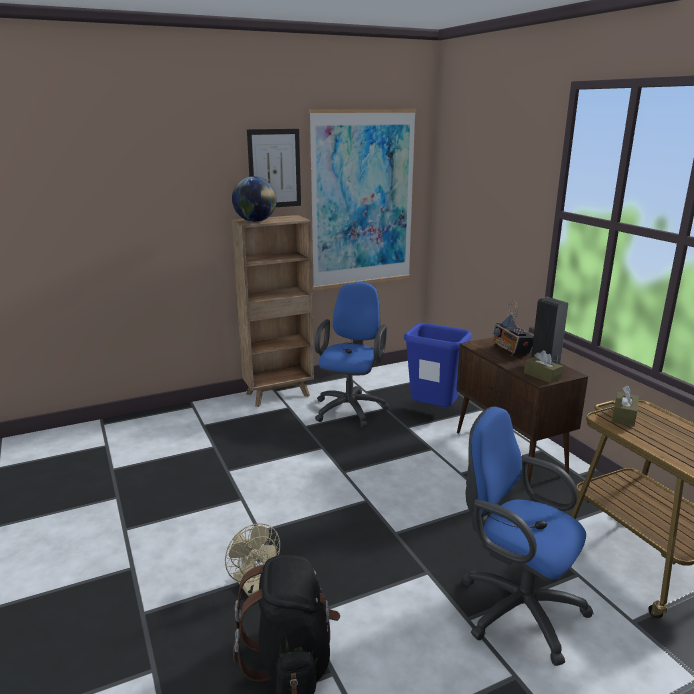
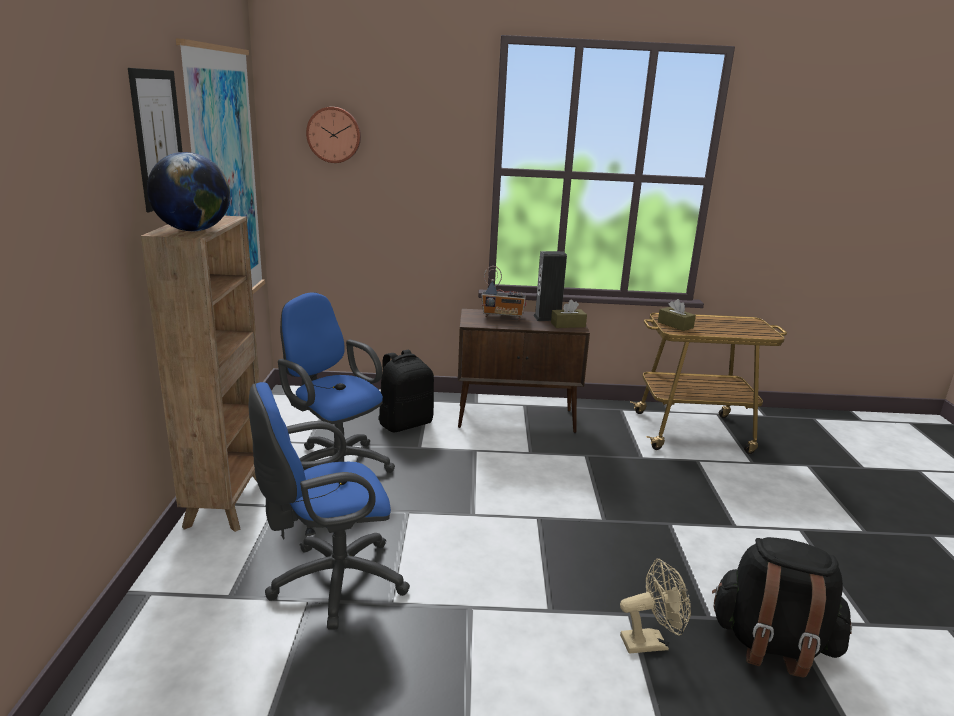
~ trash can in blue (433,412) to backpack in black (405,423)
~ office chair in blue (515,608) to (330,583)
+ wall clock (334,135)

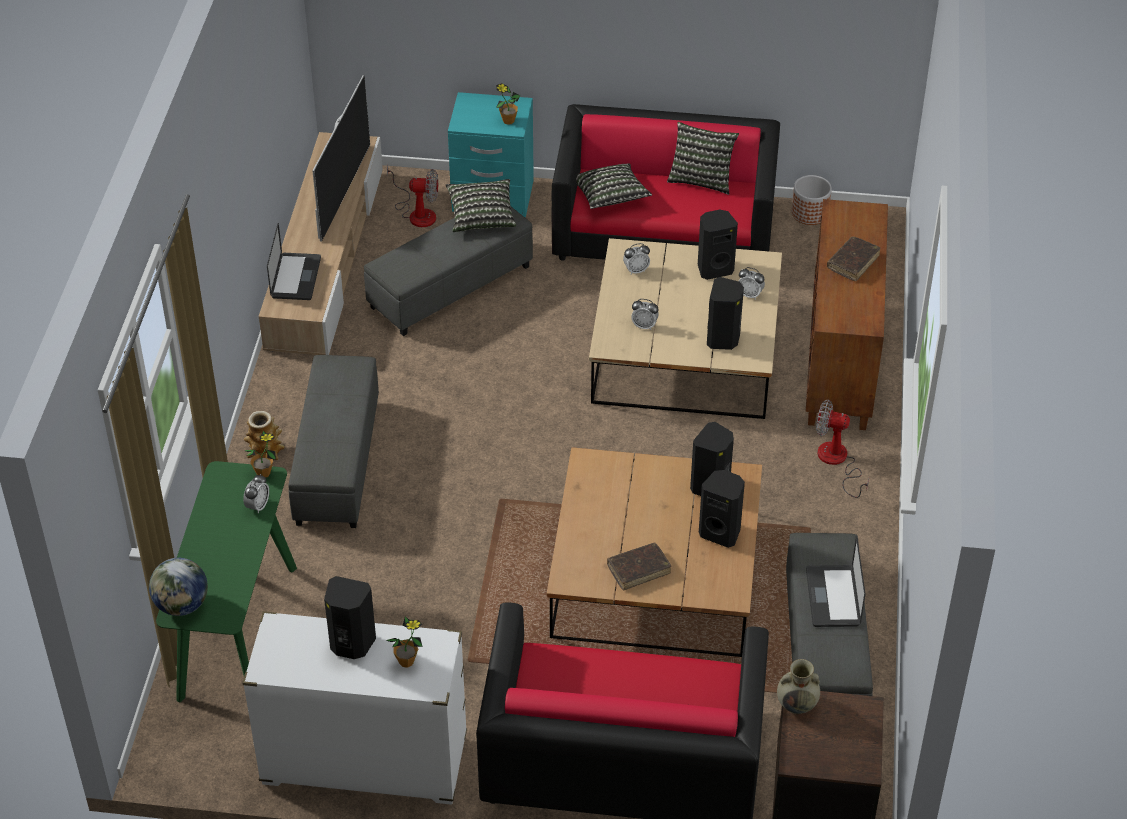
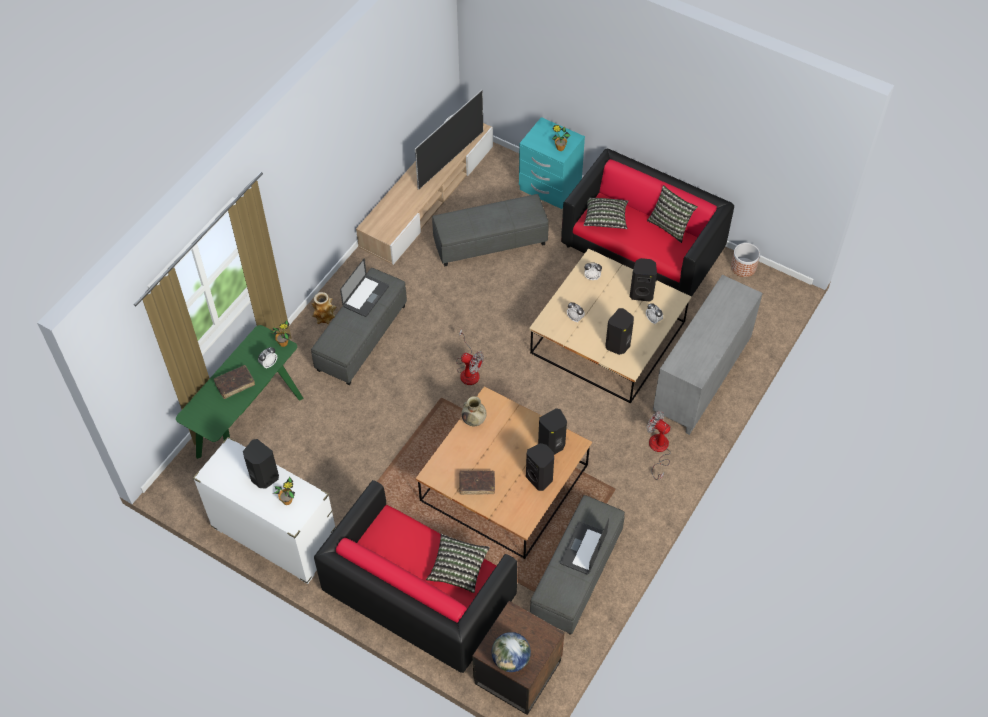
~ globe (182,605) to (511,659)
~ laptop (296,277) to (366,296)
~ fan (417,213) to (468,371)
~ pillow (481,216) to (458,568)
~ vase in beige (797,704) to (474,420)
~ cabinet in brown (841,363) to cabinet in grey (701,382)
~ book in brown (853,263) to (235,384)

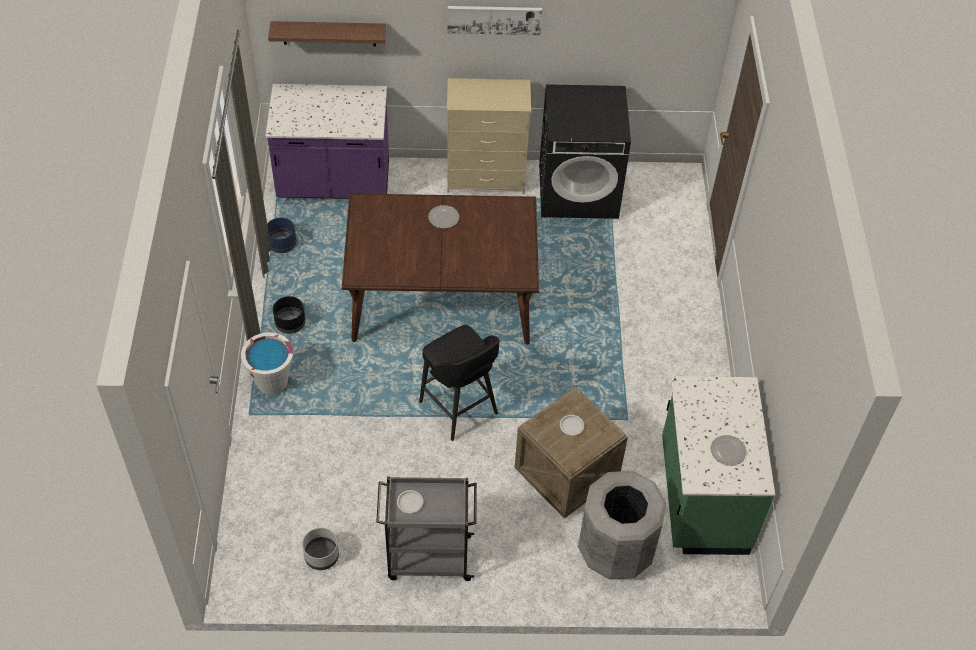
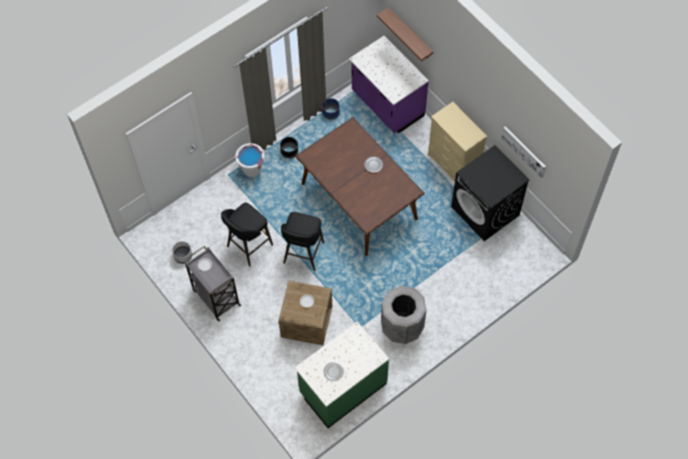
~ picture (494,19) to (524,151)
~ trash can in grey (616,550) to (402,326)
+ stool in black (248,246)

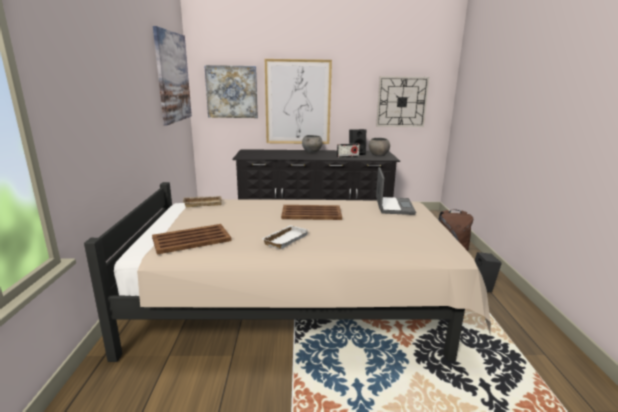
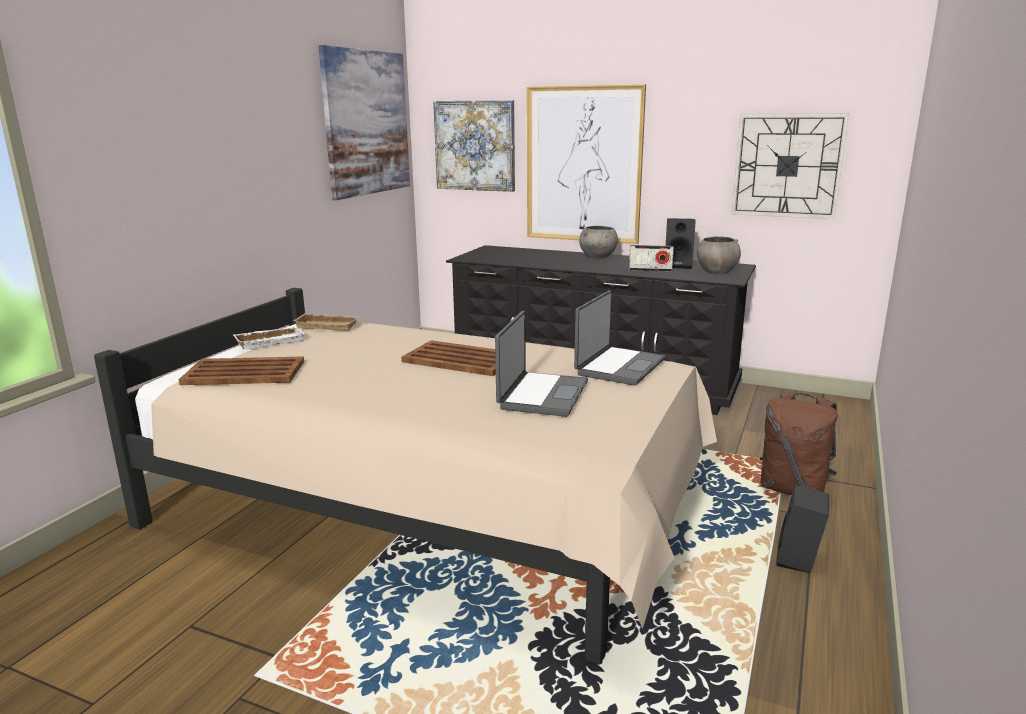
~ tray in white (285,239) to (270,341)
+ laptop (541,395)

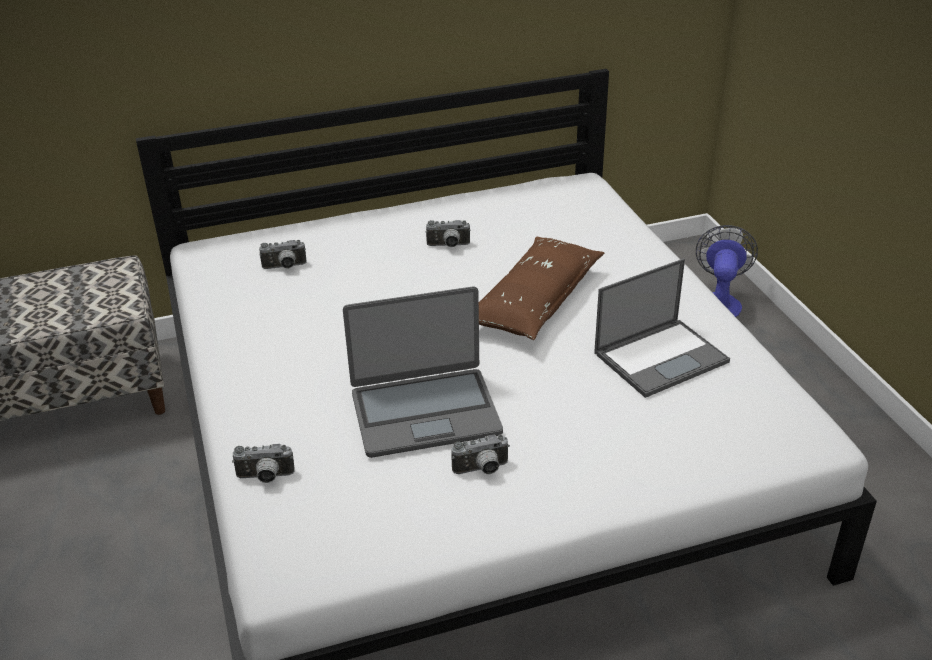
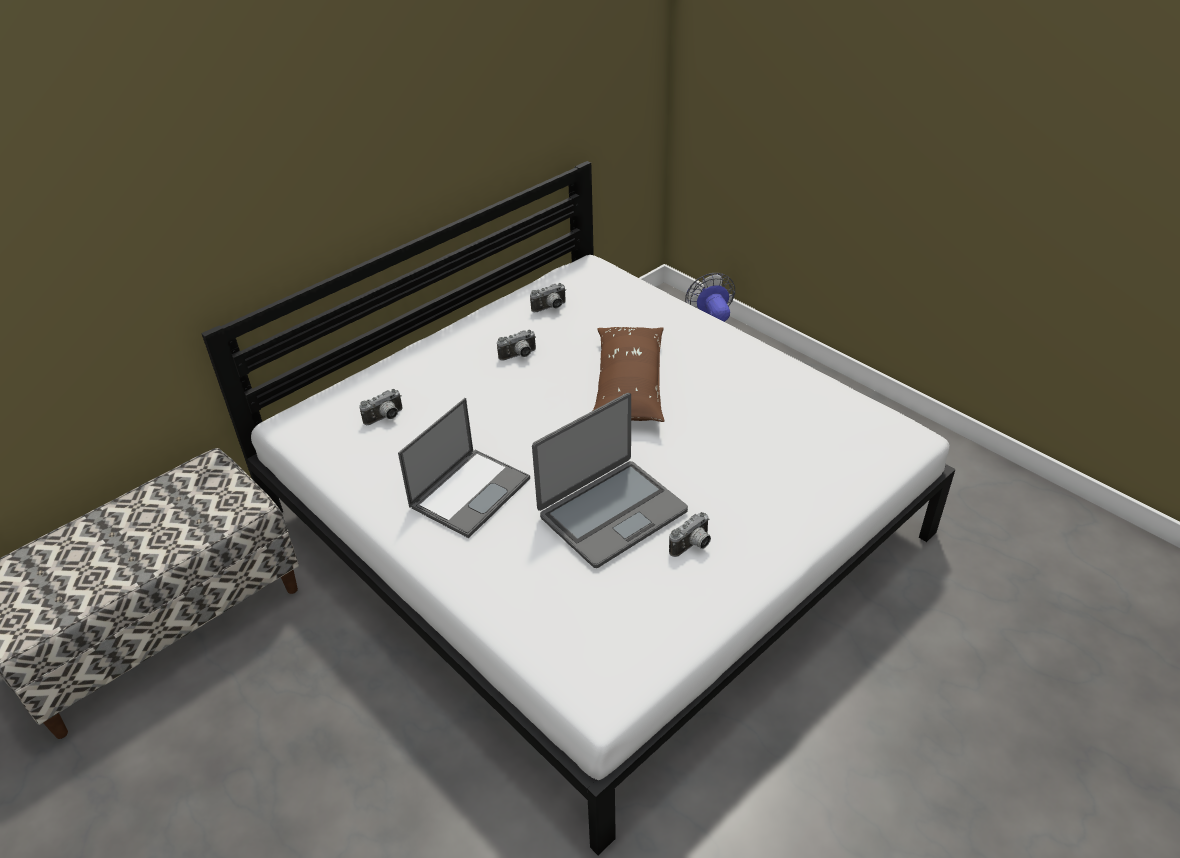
~ photo camera (265,478) to (550,308)
~ laptop (661,357) to (470,491)

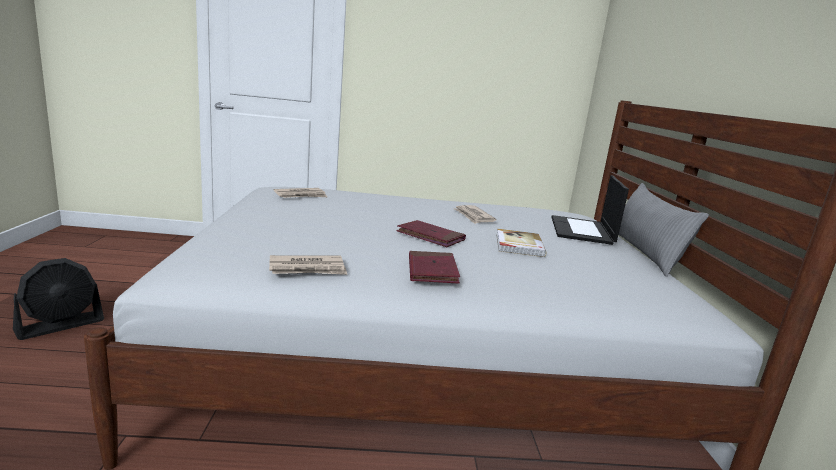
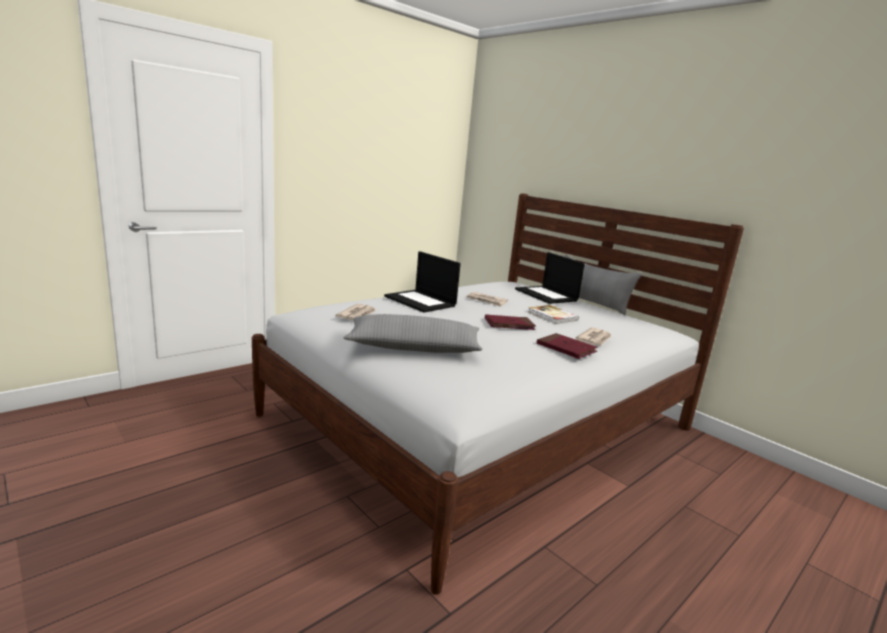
- fan in black (60,325)
~ newspaper (308,269) to (595,339)
+ pillow in grey (414,347)
+ laptop (421,301)

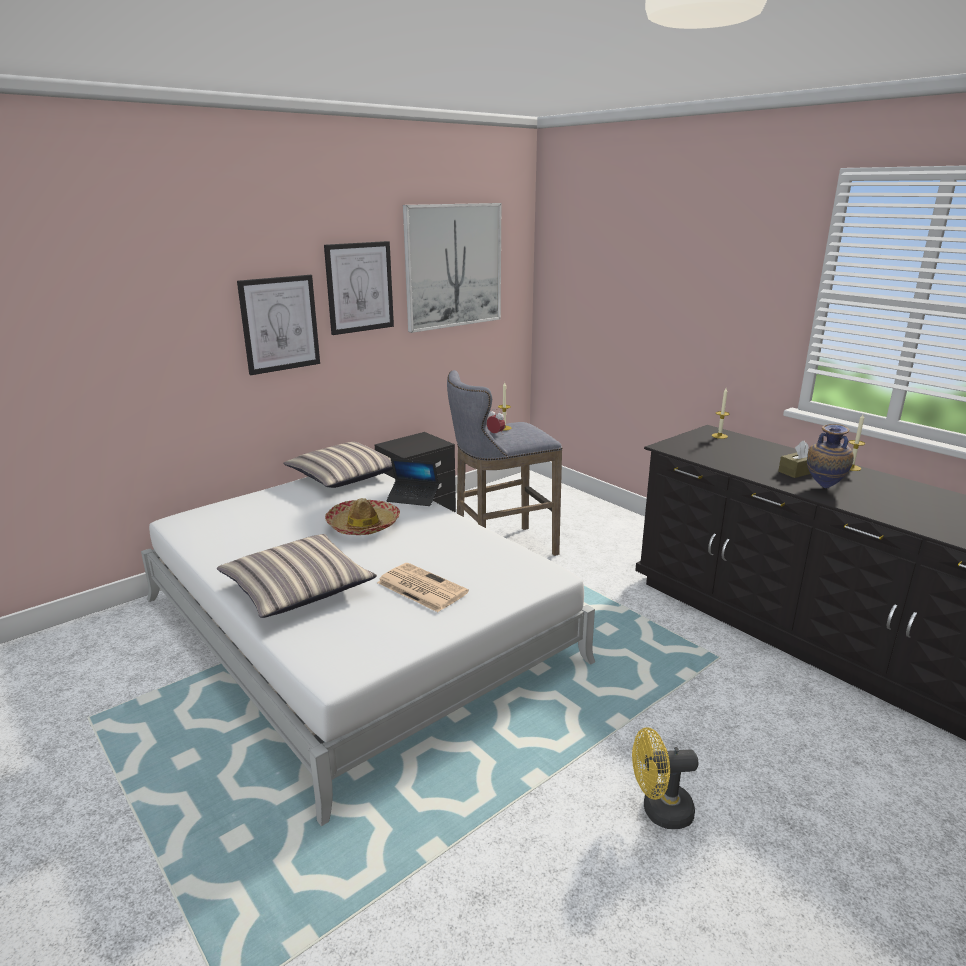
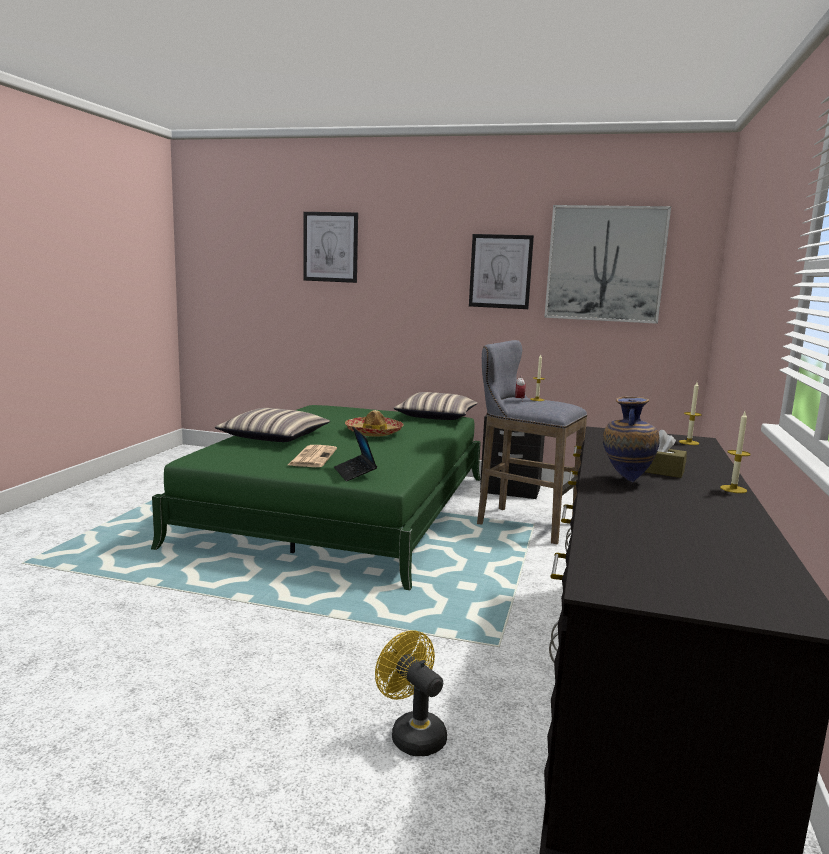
~ bed in white (355,629) to bed in green (343,509)
~ picture (280,324) to (330,247)
~ laptop (413,498) to (355,473)
~ fan in yellow (659,811) to (412,734)

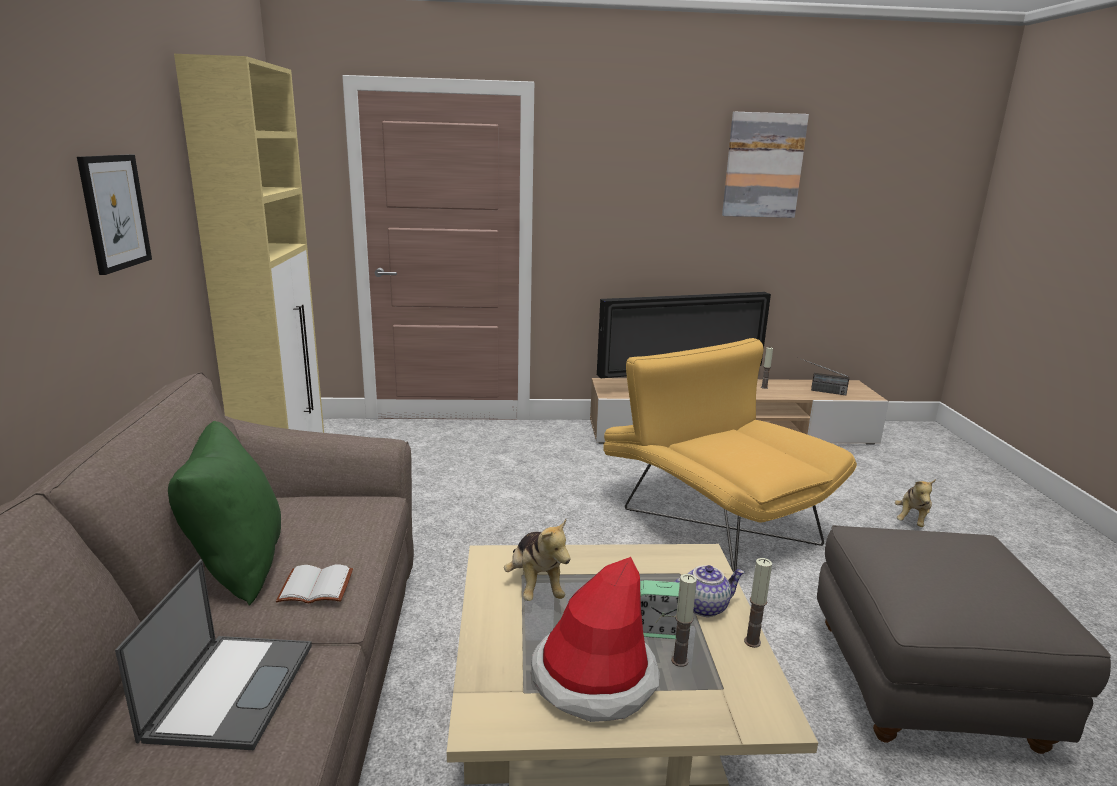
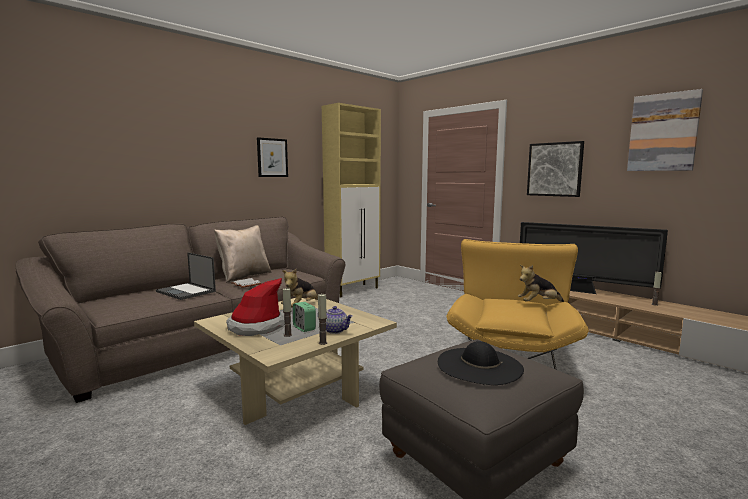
~ laptop (231,689) = (186,291) 75 degrees clockwise
~ pillow in green (238,565) to pillow in beige (244,276)
- radio (819,390)
~ plush toy (912,520) to (538,303)
+ hat in black (479,365)
+ picture (554,169)

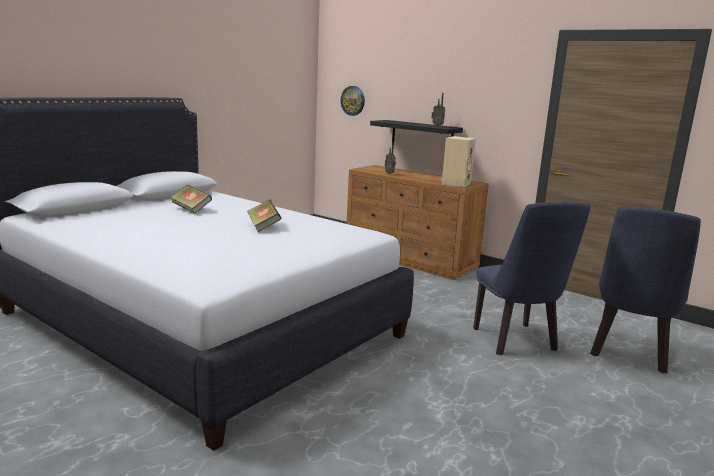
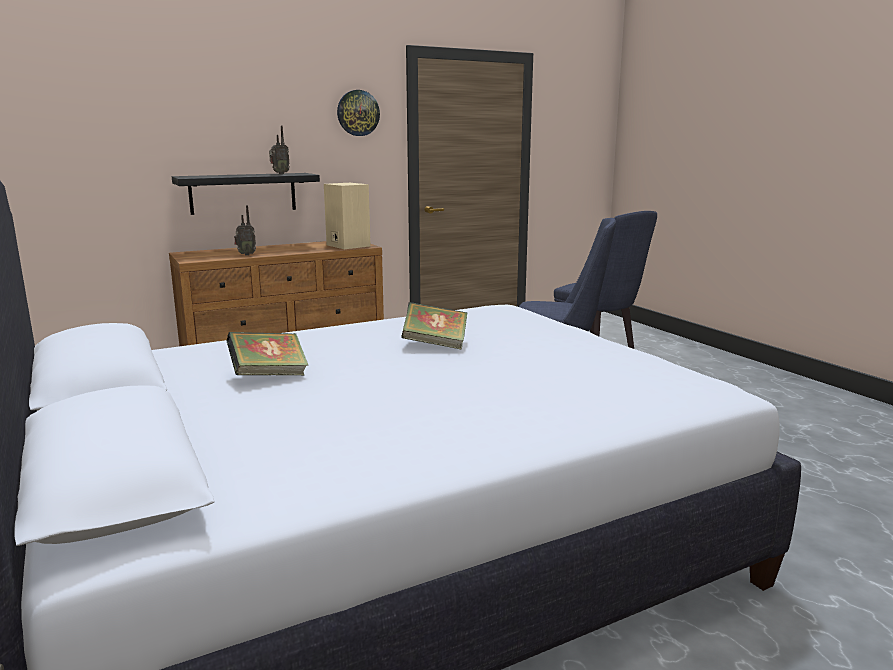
~ wall clock (353,100) to (358,113)

